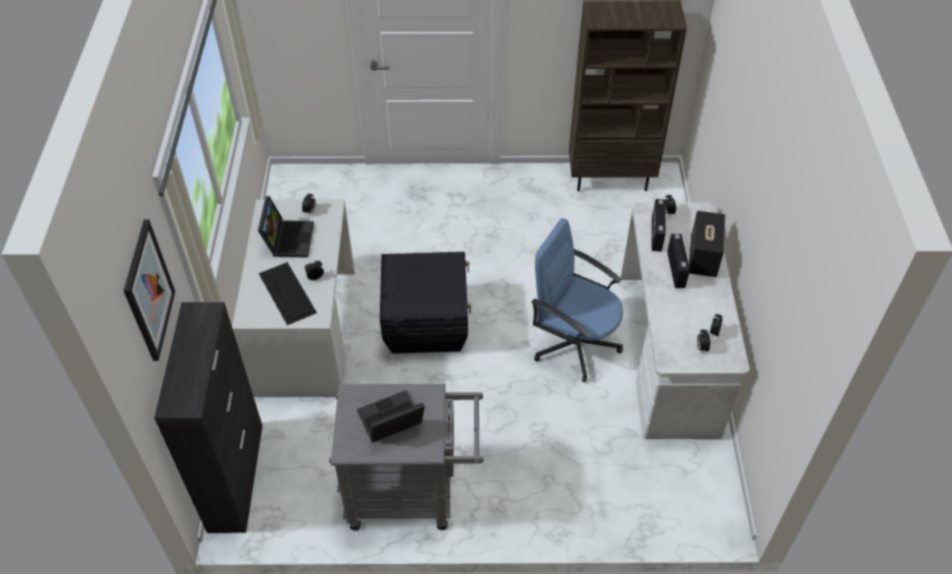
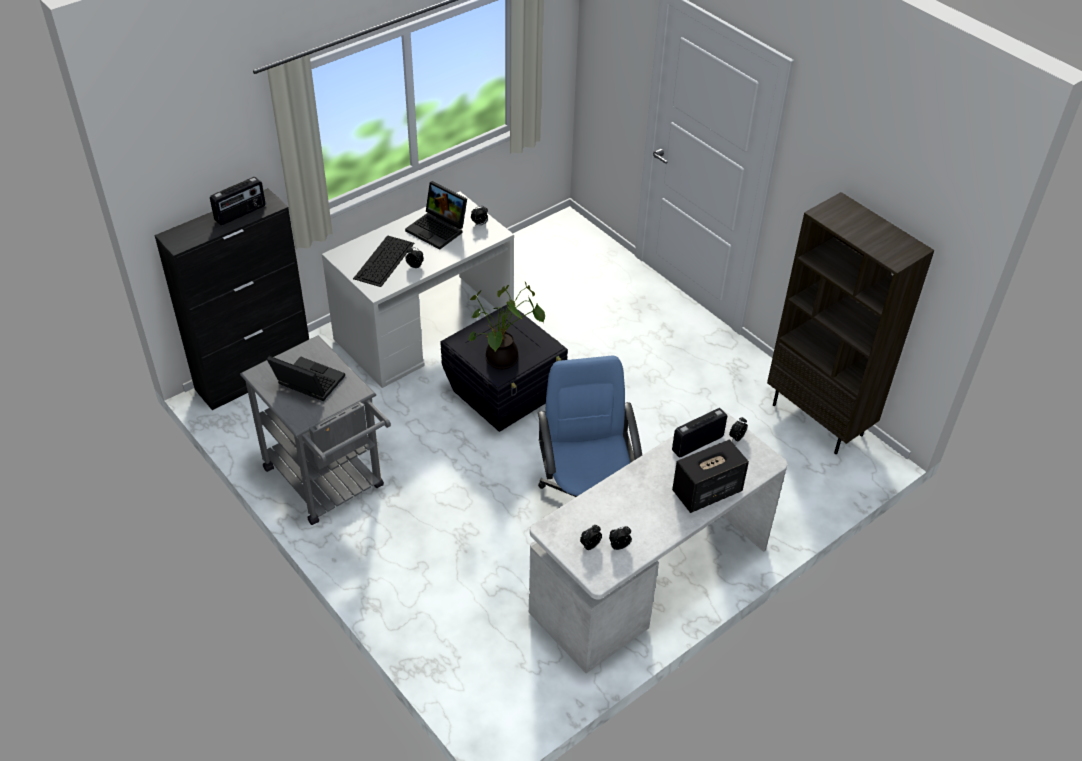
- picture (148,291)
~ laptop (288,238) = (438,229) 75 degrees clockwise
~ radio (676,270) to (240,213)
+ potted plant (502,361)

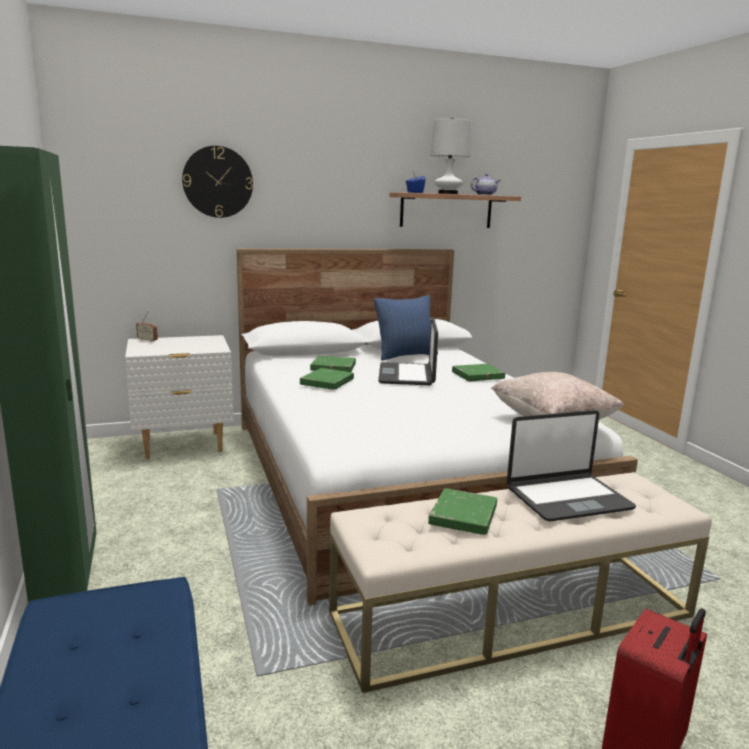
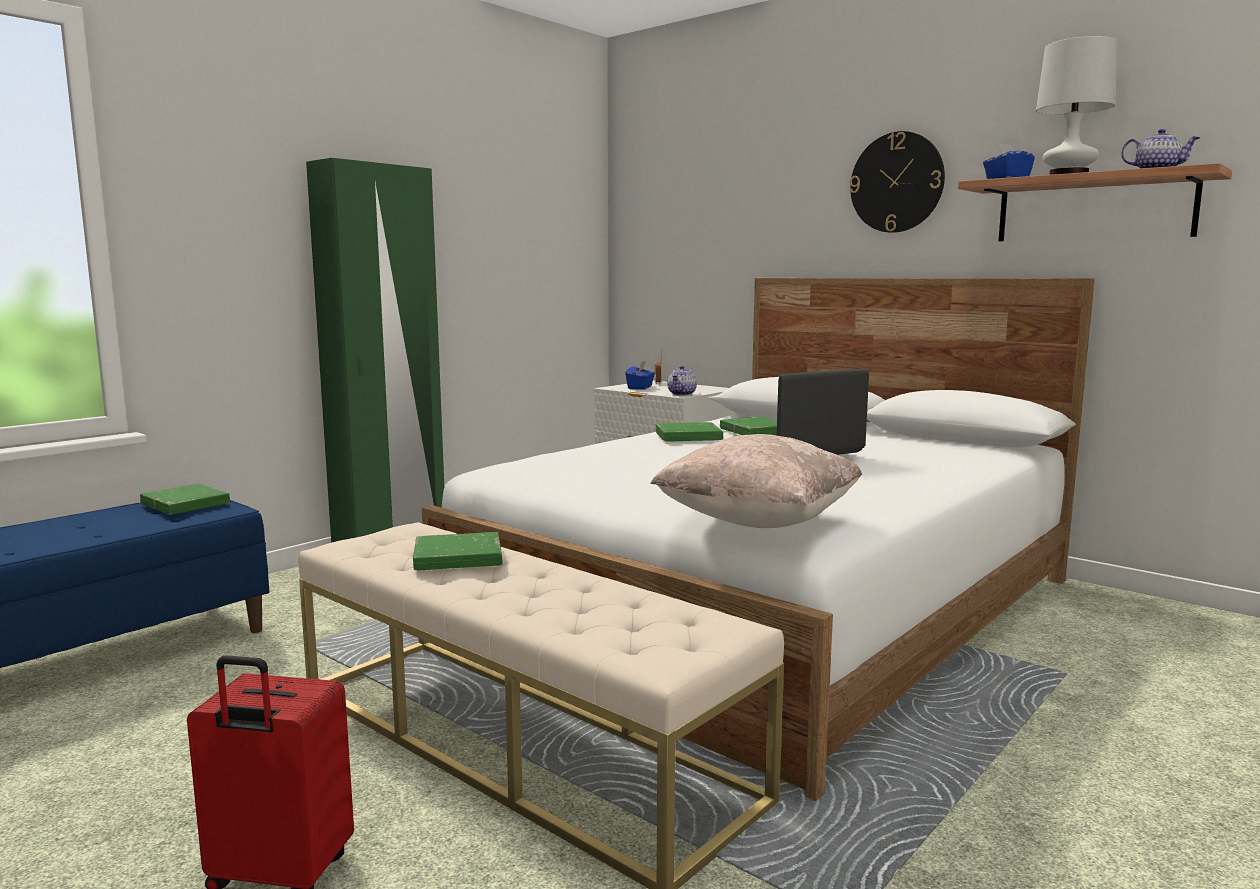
~ wall clock (218,182) to (896,182)
- pillow in blue (405,356)
~ book in green (477,376) to (185,505)
- laptop (567,498)
+ tissue box in blue (640,388)
+ teapot (682,394)

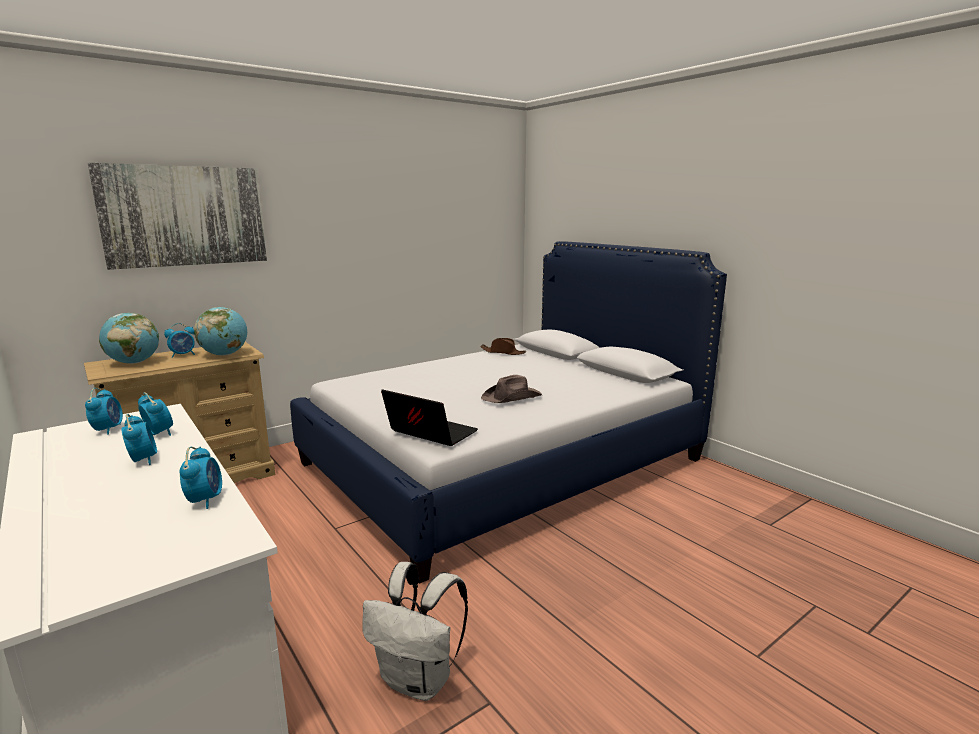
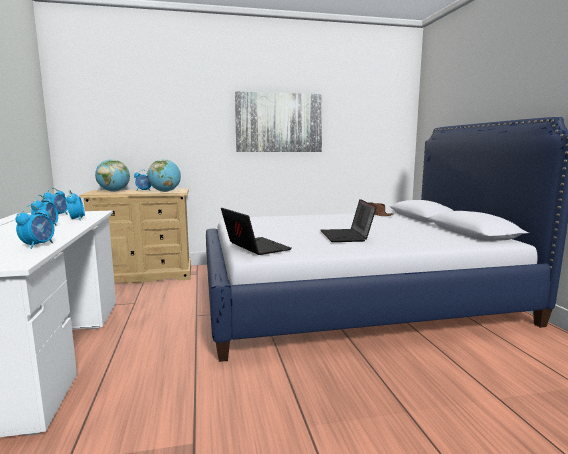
~ picture (185,216) to (279,123)
- backpack in white (419,680)
~ hat in brown (512,397) to laptop (347,236)

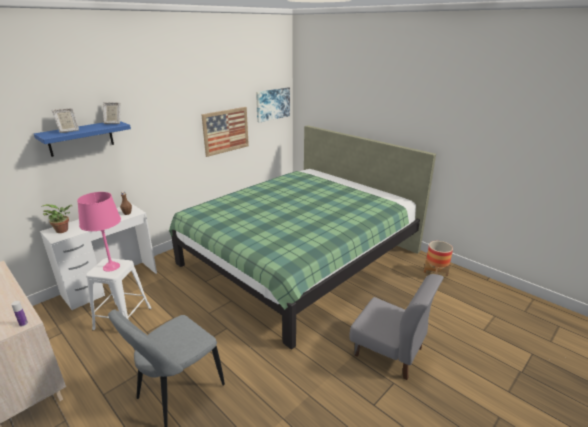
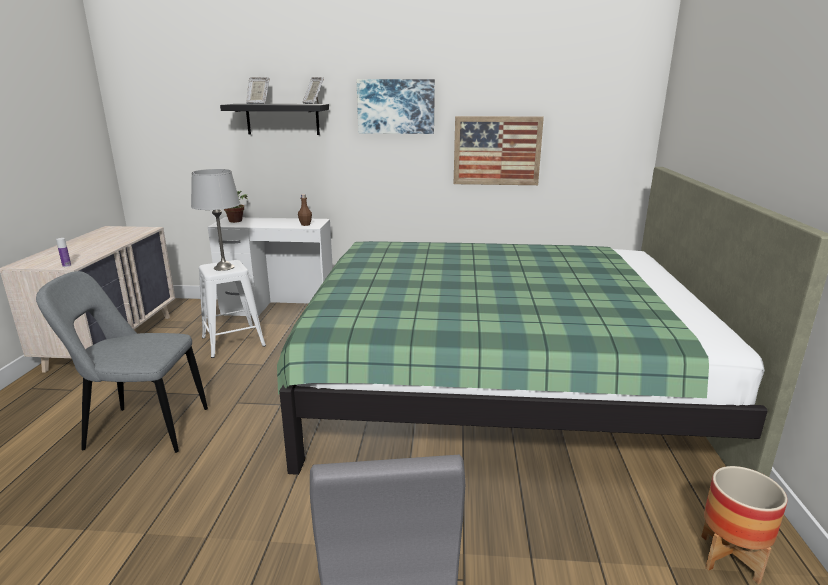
~ shelf in blue (81,138) to shelf in black (282,119)
~ table lamp in pink (111,267) to table lamp in grey (224,267)
~ picture (272,104) to (396,106)

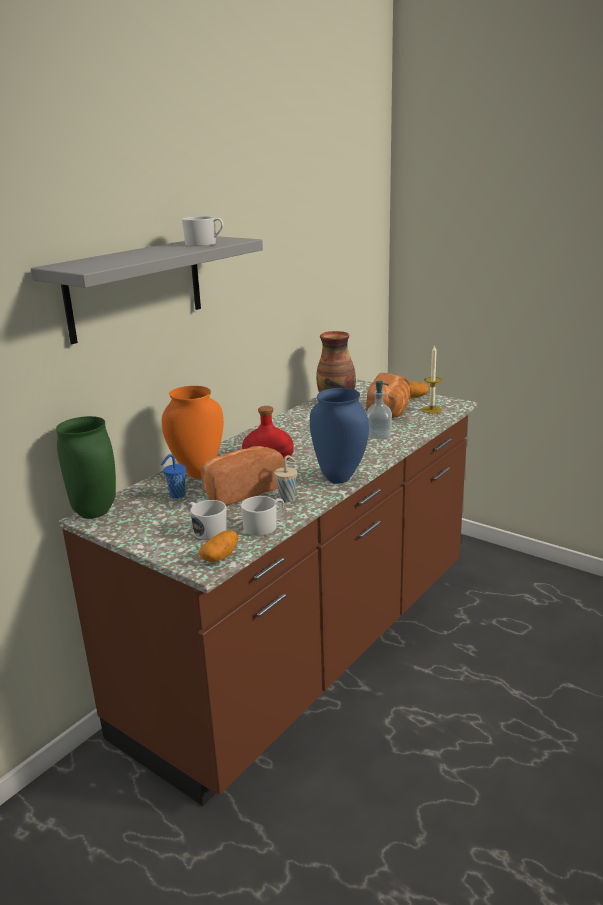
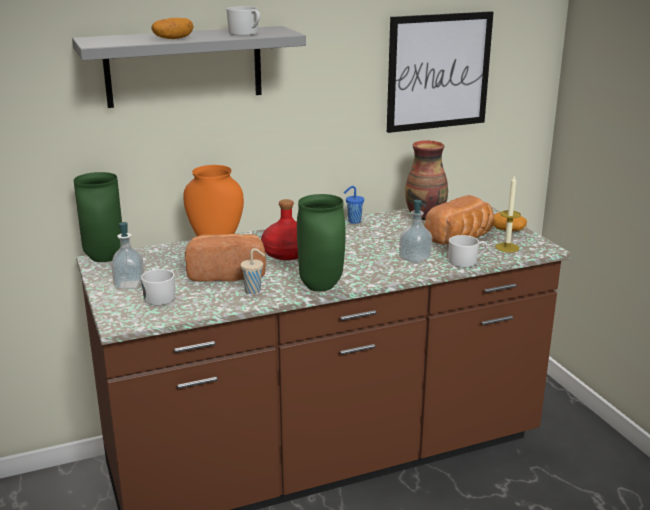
~ cup in blue (176,495) to (353,221)
~ potato (220,556) to (173,39)
~ mug in white (264,526) to (466,261)
~ vase in blue (338,479) to vase in green (319,287)
+ soap dispenser (129,284)
+ picture (438,71)

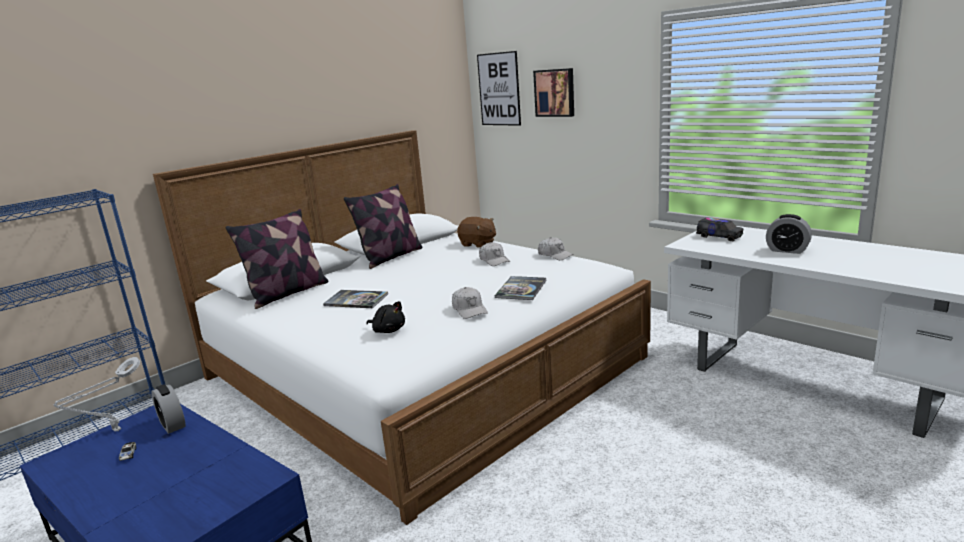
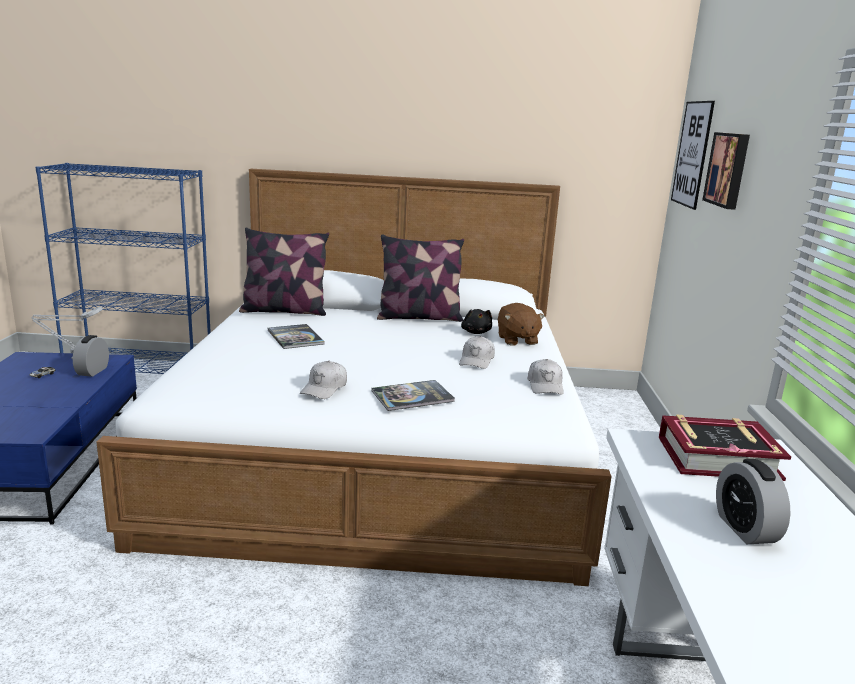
~ plush toy in black (388,330) to (476,332)
~ toy truck (719,237) to book (717,458)

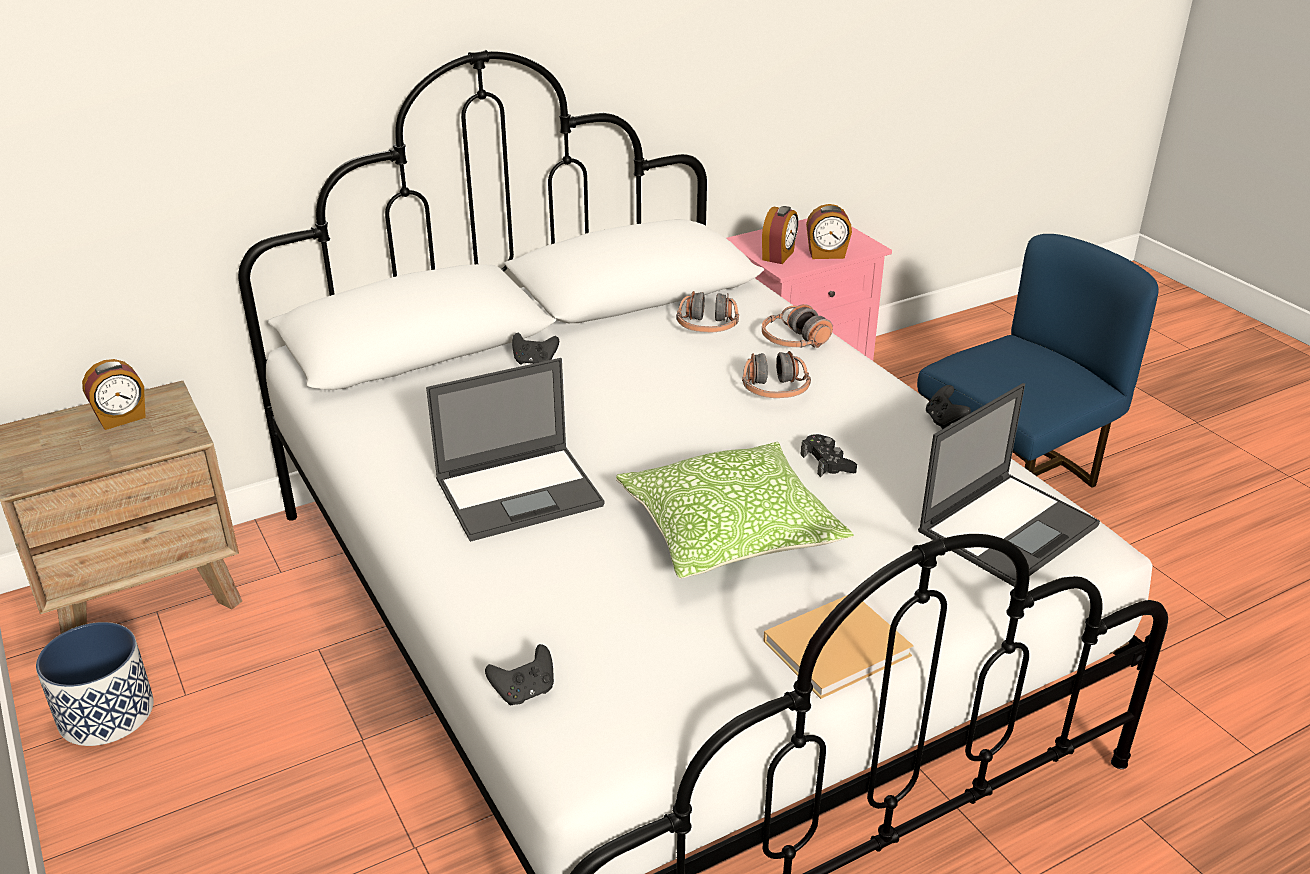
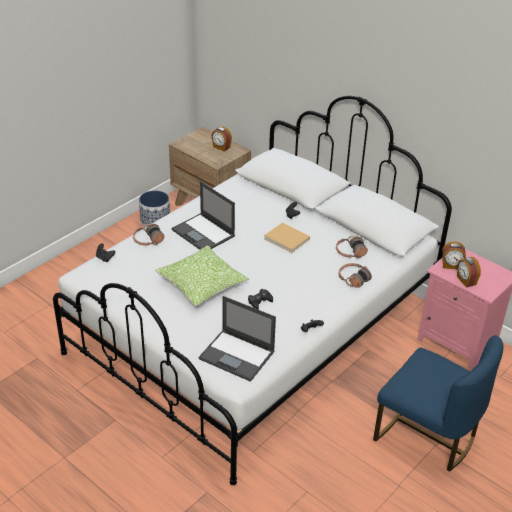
~ headphones (774,390) to (148,240)
~ book in beige (840,647) to (287,239)

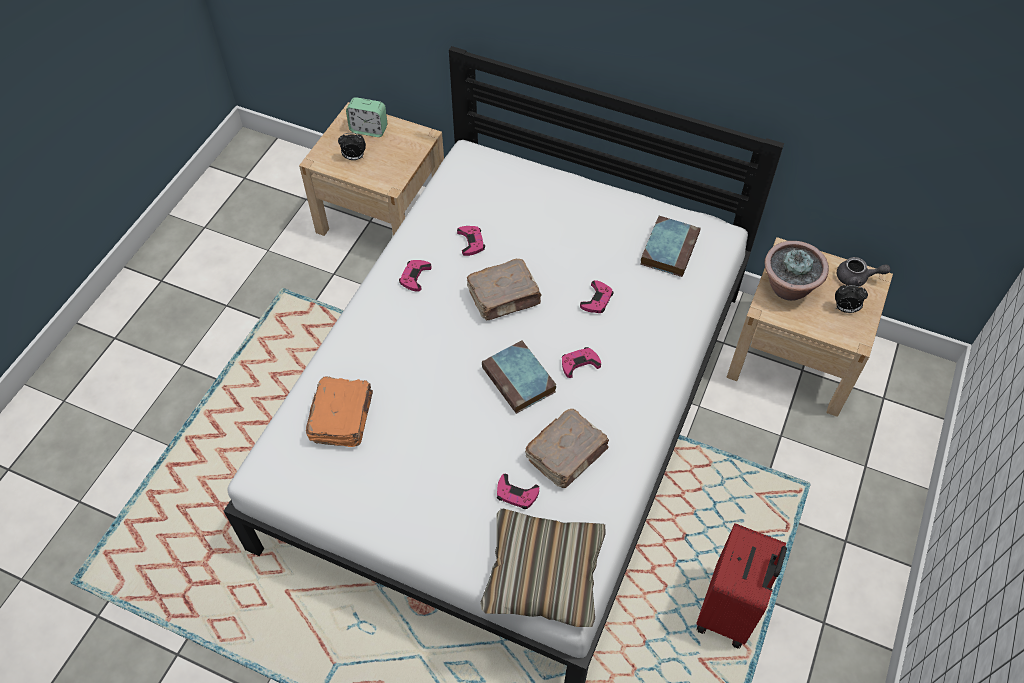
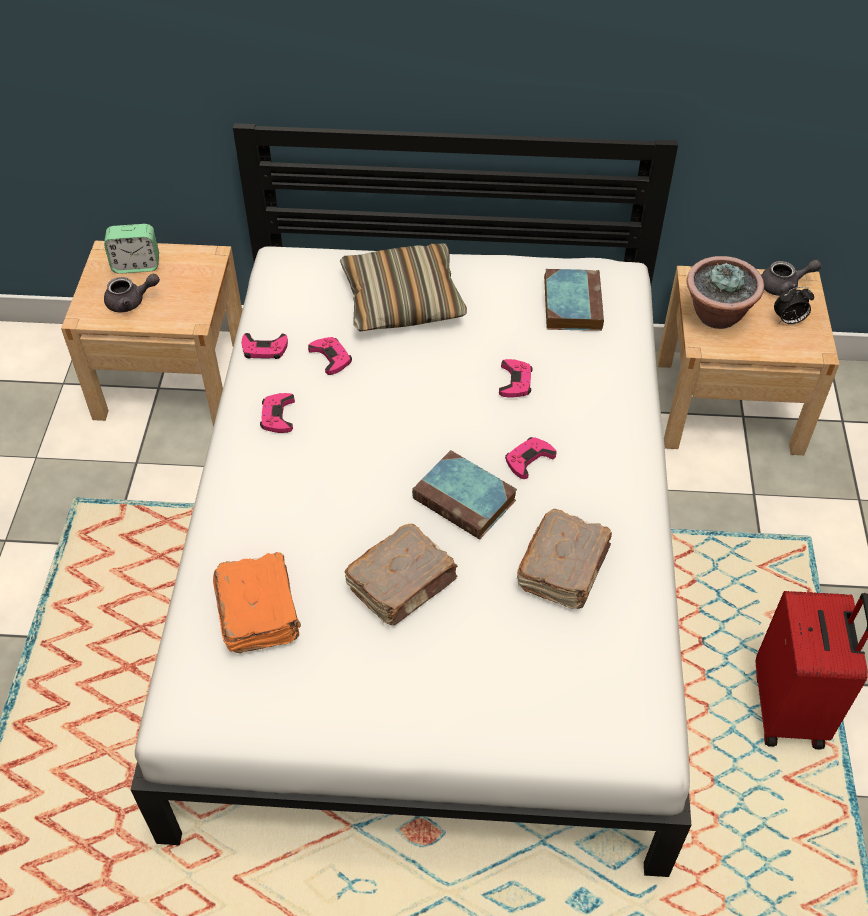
~ alarm clock (354,158) to teapot in grey (131,302)
~ book in brown (505,297) to (403,584)
~ pillow (543,574) to (402,300)
~ game controller in pink (516,494) to (264,349)

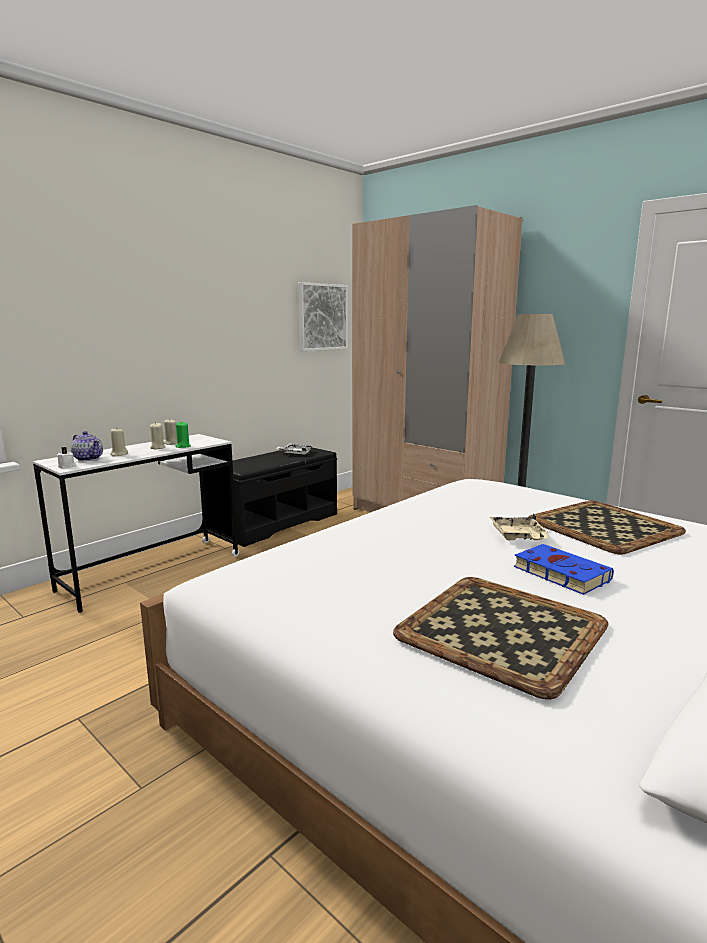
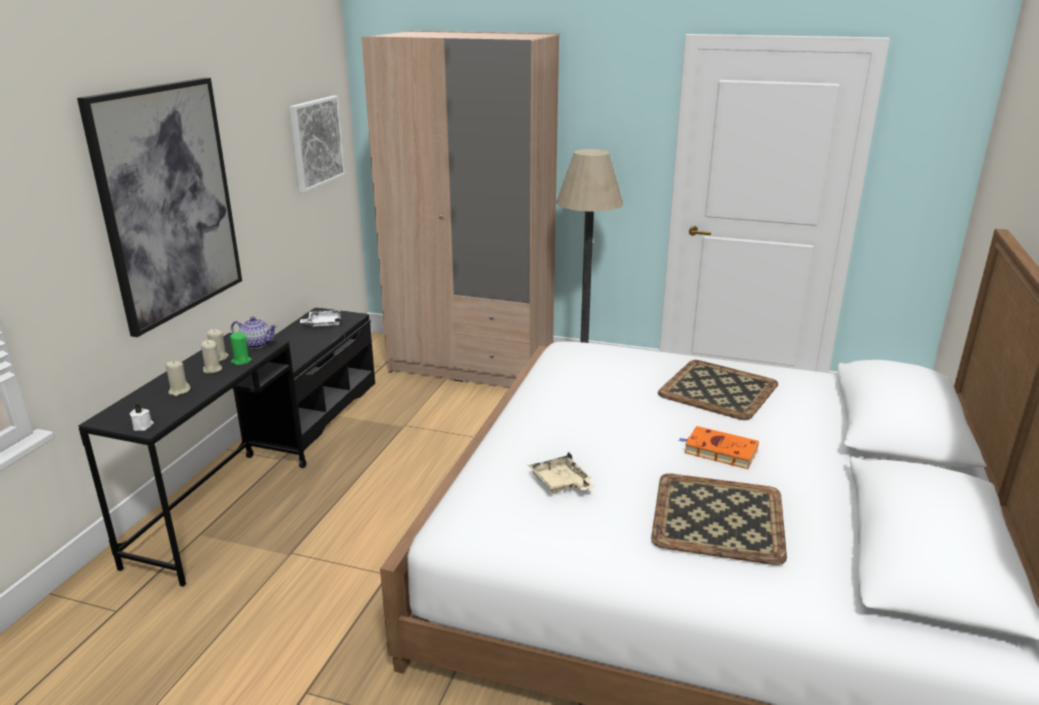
~ desk in white (151,572) to desk in black (220,513)
~ teapot (88,458) to (256,344)
~ tray in beige (518,537) to (561,483)
~ book in blue (558,573) to book in orange (718,451)
+ picture (168,202)

